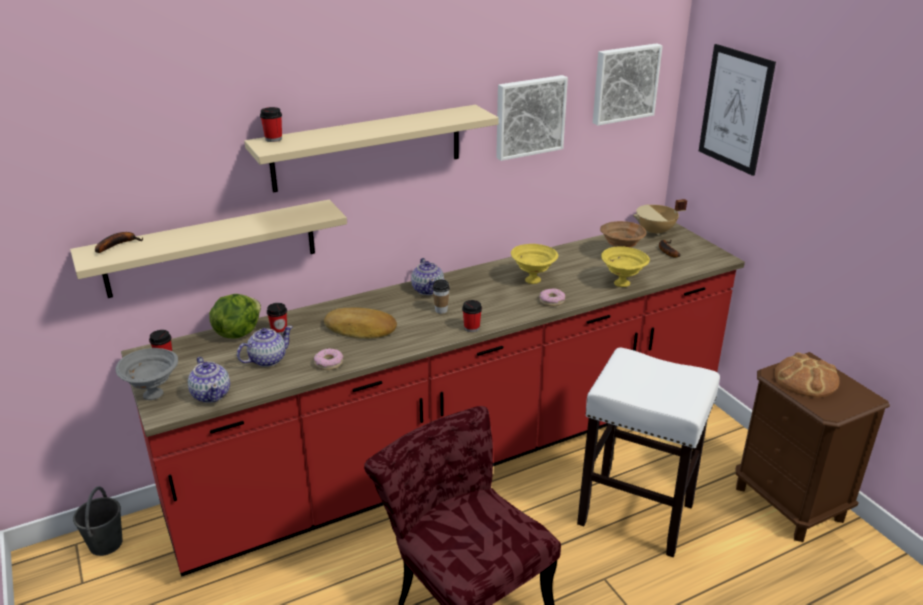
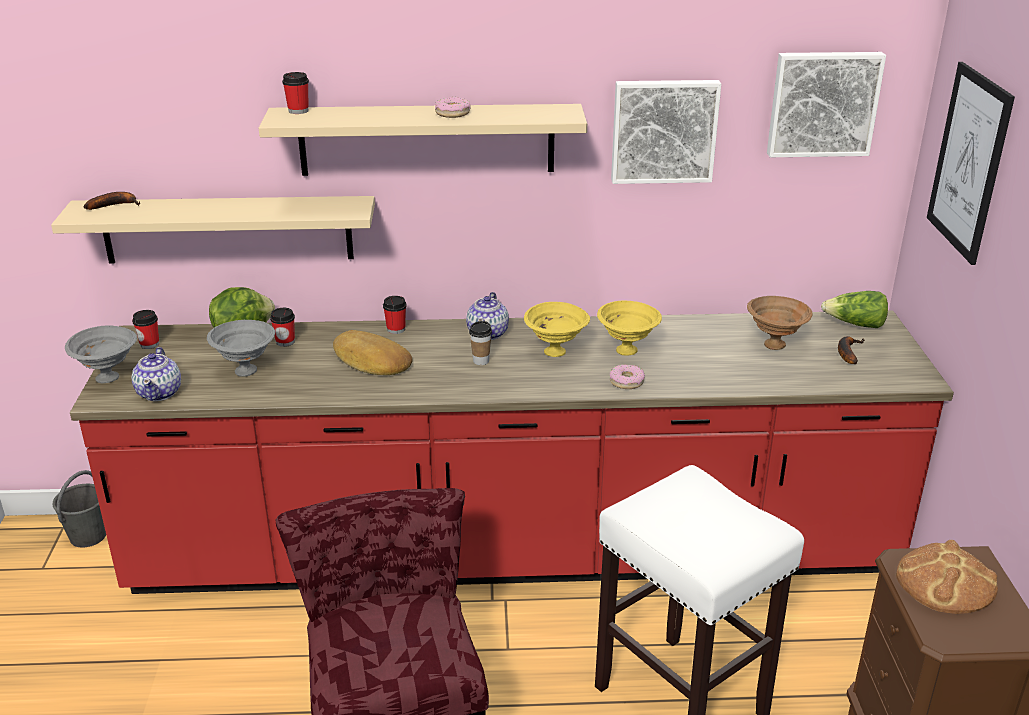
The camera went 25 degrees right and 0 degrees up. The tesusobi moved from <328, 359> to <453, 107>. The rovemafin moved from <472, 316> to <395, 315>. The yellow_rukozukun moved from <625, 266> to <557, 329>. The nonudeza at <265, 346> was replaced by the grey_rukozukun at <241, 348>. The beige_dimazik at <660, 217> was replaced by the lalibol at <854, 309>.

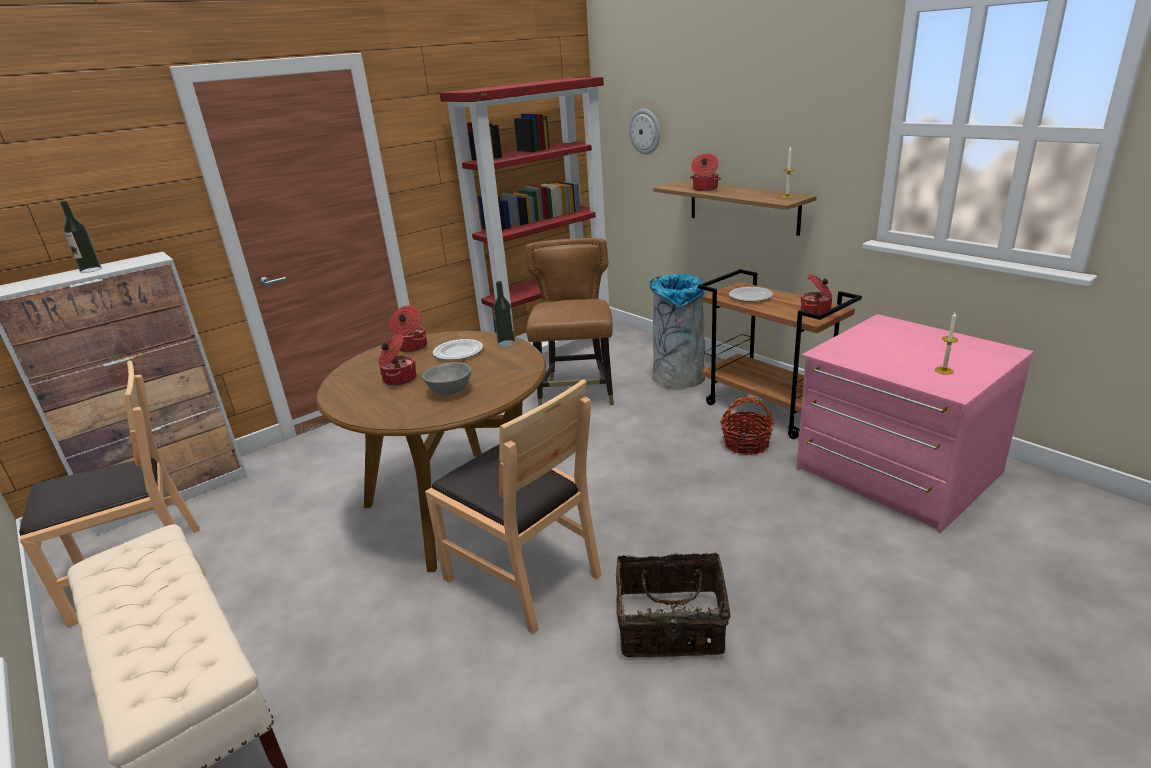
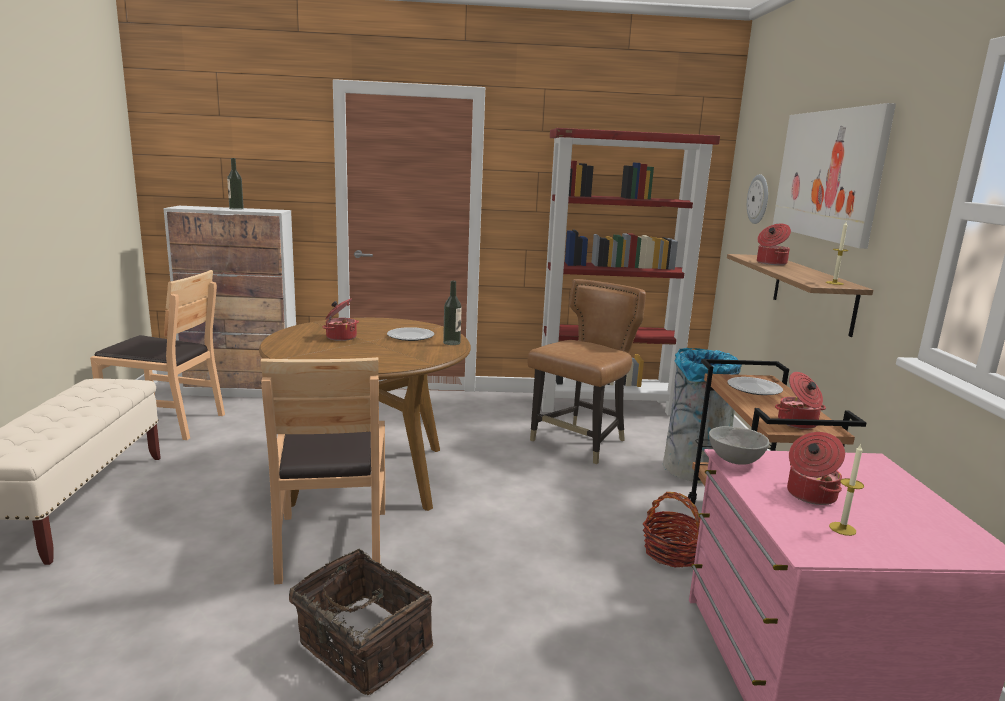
The camera went 35 degrees right and 10 degrees down. The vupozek at <834, 176> appeared. The dimazik moved from <408, 328> to <816, 468>. The grey_rukozukun moved from <447, 378> to <739, 445>.

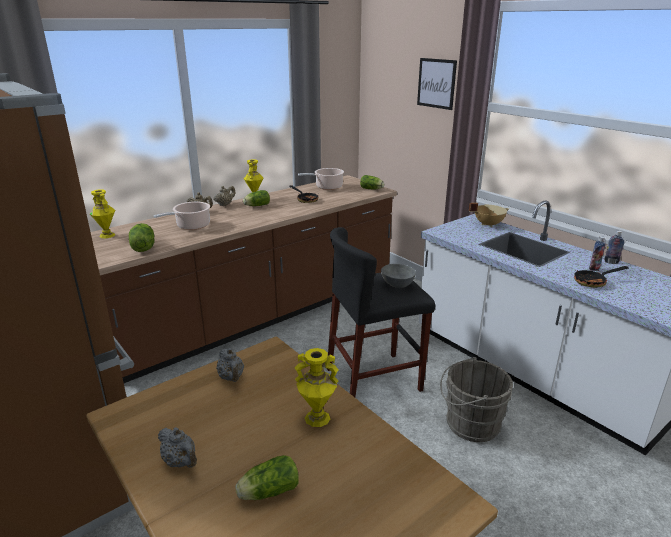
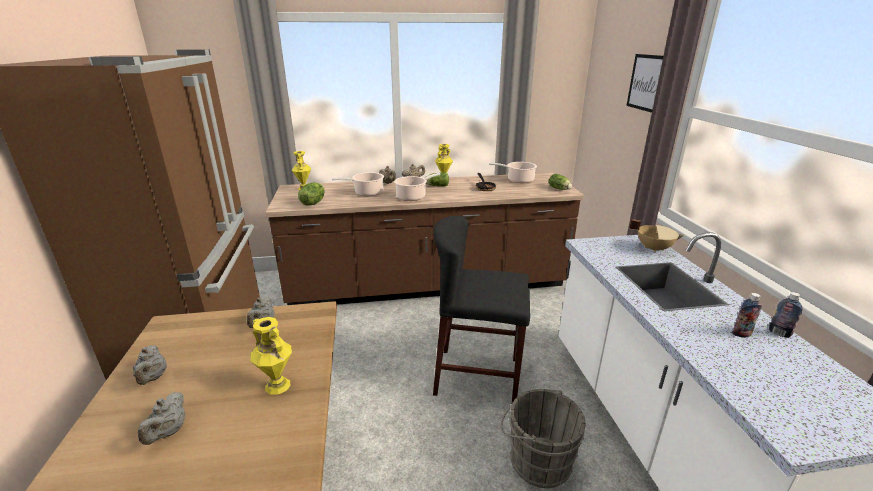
The camera went 30 degrees right and 0 degrees up. The grey_rukozukun at <398, 276> disappeared. The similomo at <601, 277> disappeared. The dimazik at <417, 187> appeared. The lalibol at <267, 477> was replaced by the grey_nonudeza at <161, 418>.

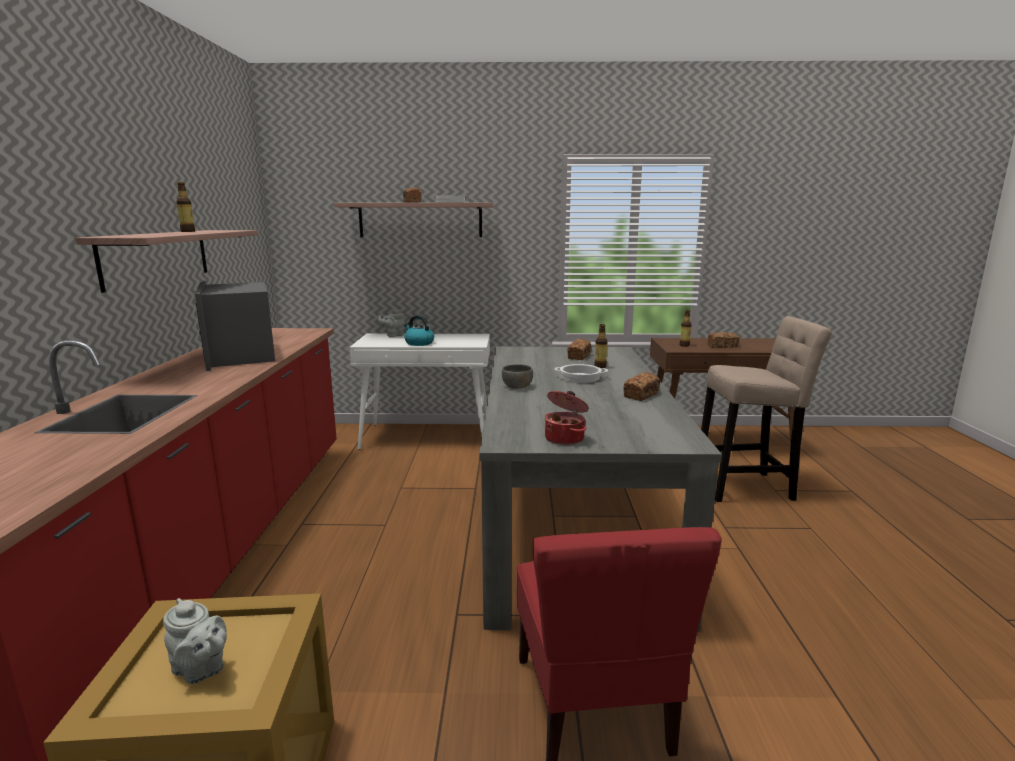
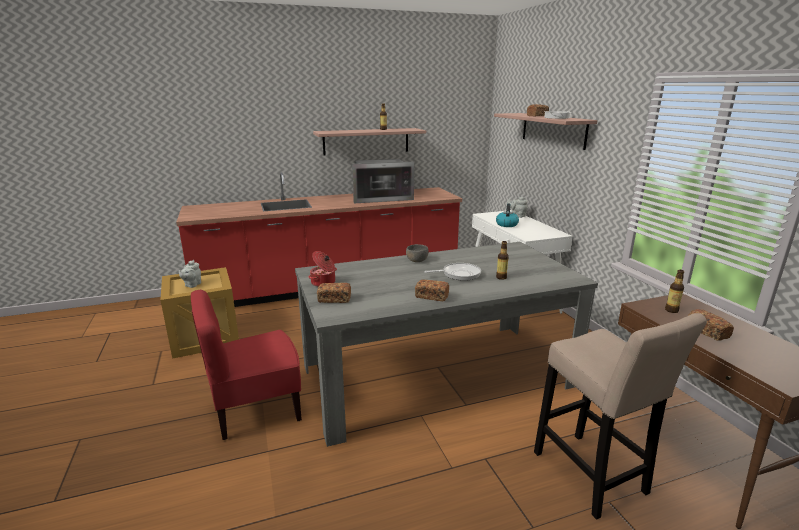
The camera went 70 degrees right and 5 degrees up. The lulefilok moved from <579, 349> to <334, 293>. The dimazik at <581, 373> was replaced by the similomo at <452, 272>. The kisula at <235, 326> turned 150 degrees counterclockwise.

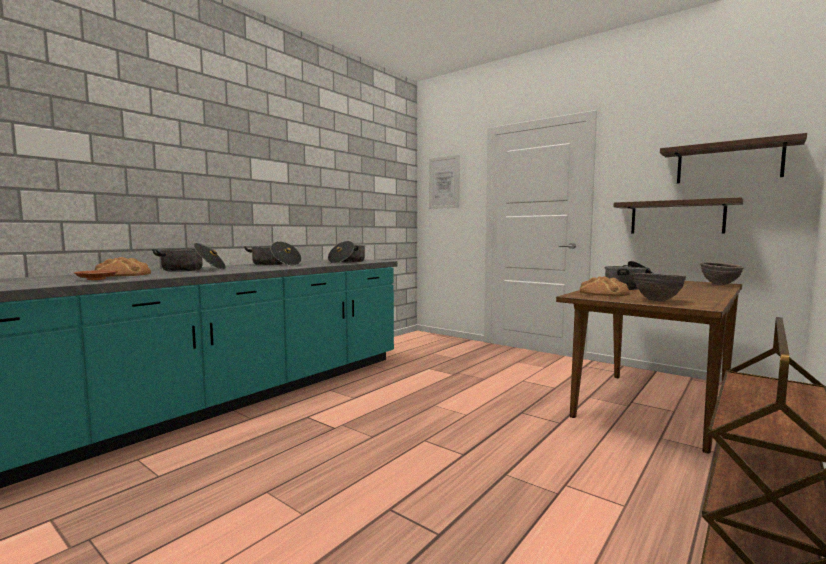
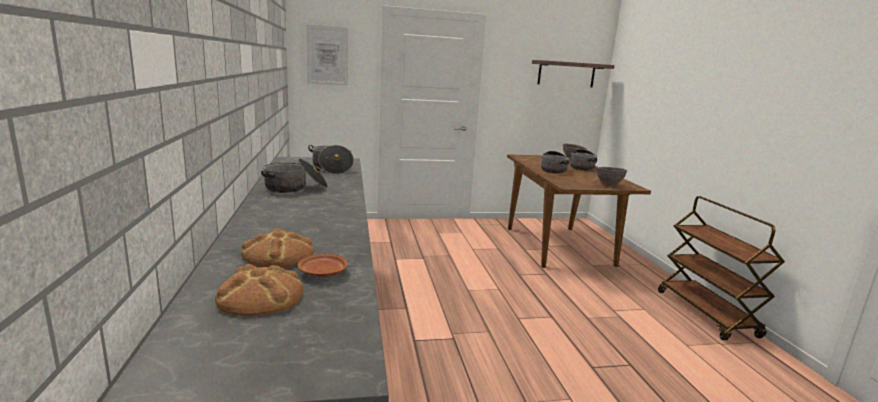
The camera went 50 degrees left and 10 degrees up. The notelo at <678, 215> disappeared. The dimazik moved from <189, 257> to <583, 160>. The lulefilok moved from <605, 286> to <259, 290>.

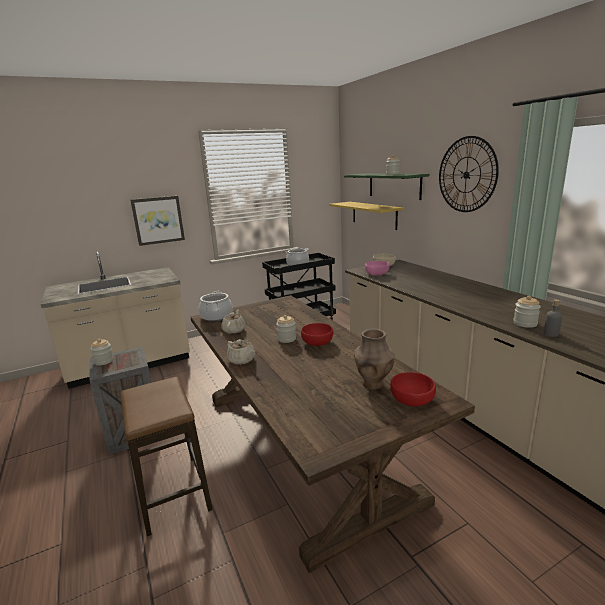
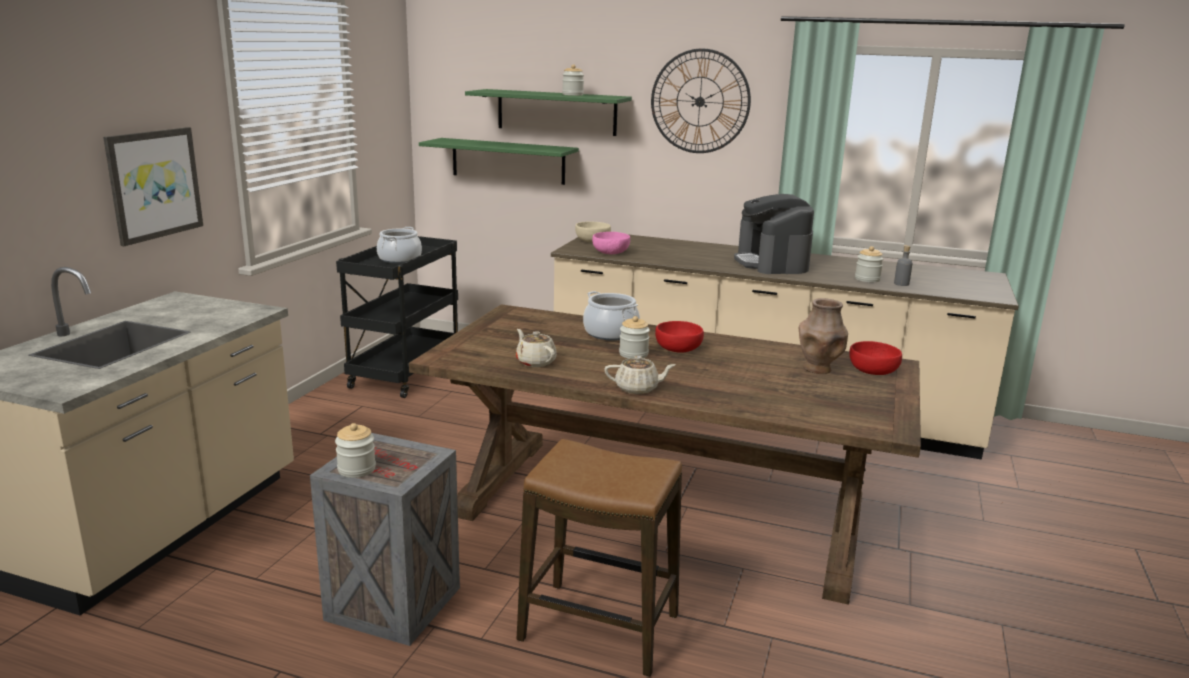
The camera went 45 degrees left and 0 degrees up. The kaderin at <774, 234> appeared. The dimazik moved from <216, 306> to <611, 316>. The yellow_notelo at <366, 216> became the green_notelo at <499, 161>.

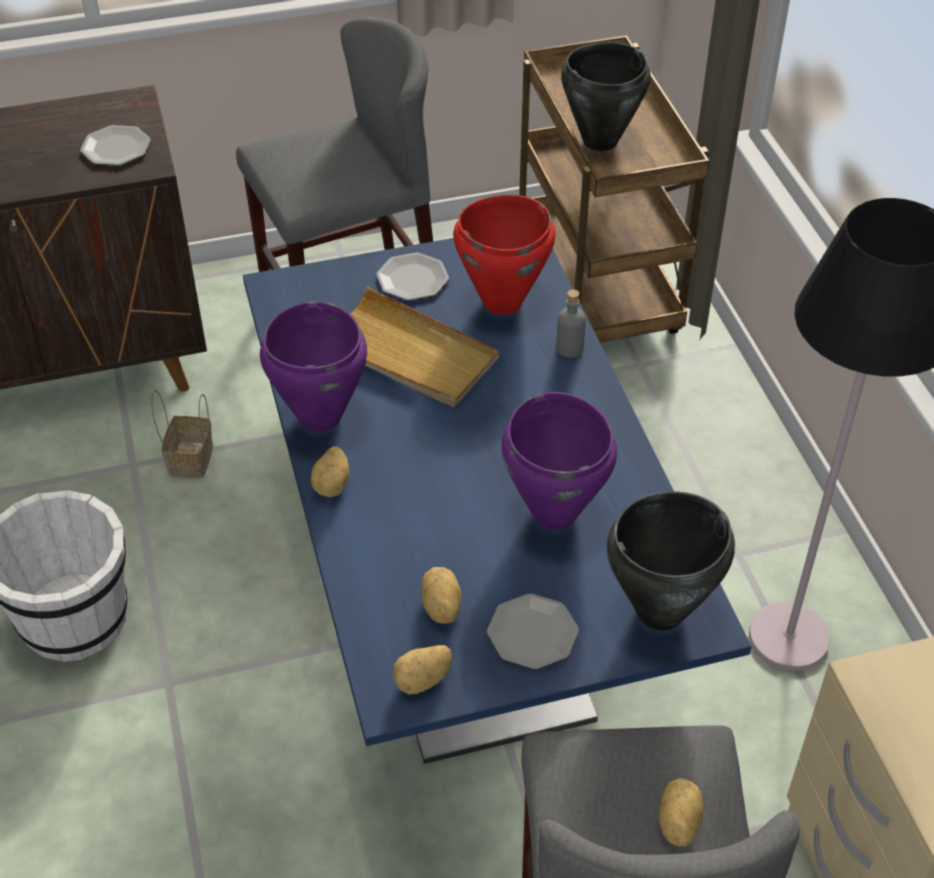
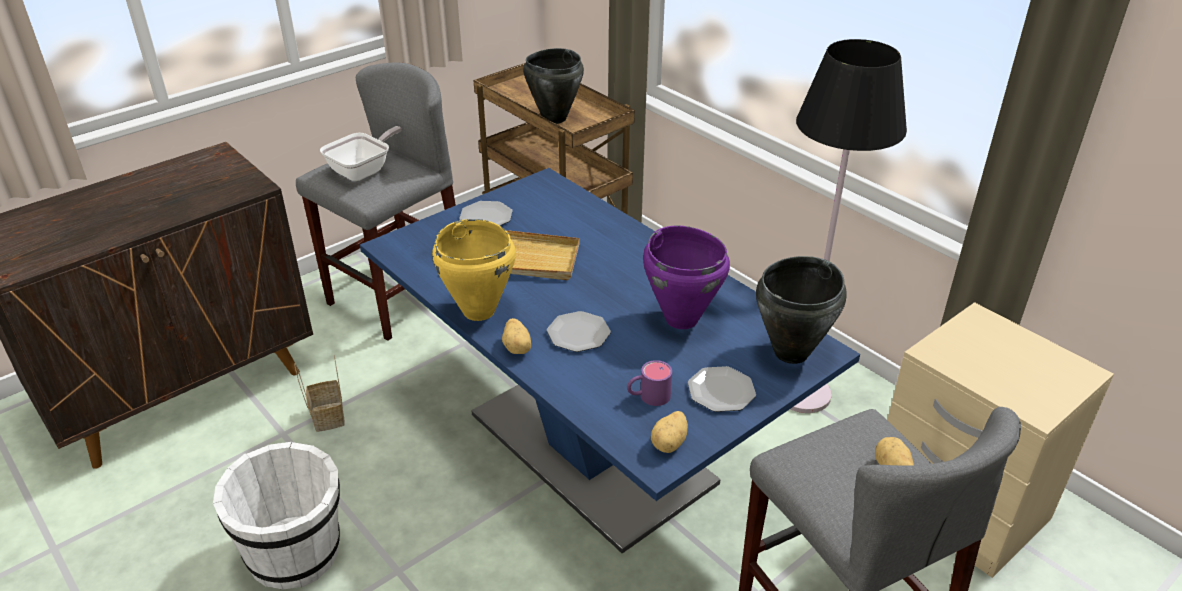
The camera went 25 degrees left and 10 degrees down. The red_dimazik at <504, 255> disappeared. The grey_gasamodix at <571, 323> disappeared. The similomo at <360, 153> appeared. The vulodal moved from <115, 145> to <579, 331>. The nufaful at <441, 595> was replaced by the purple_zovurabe at <649, 383>. The purple_dimazik at <313, 366> became the yellow_dimazik at <474, 270>.

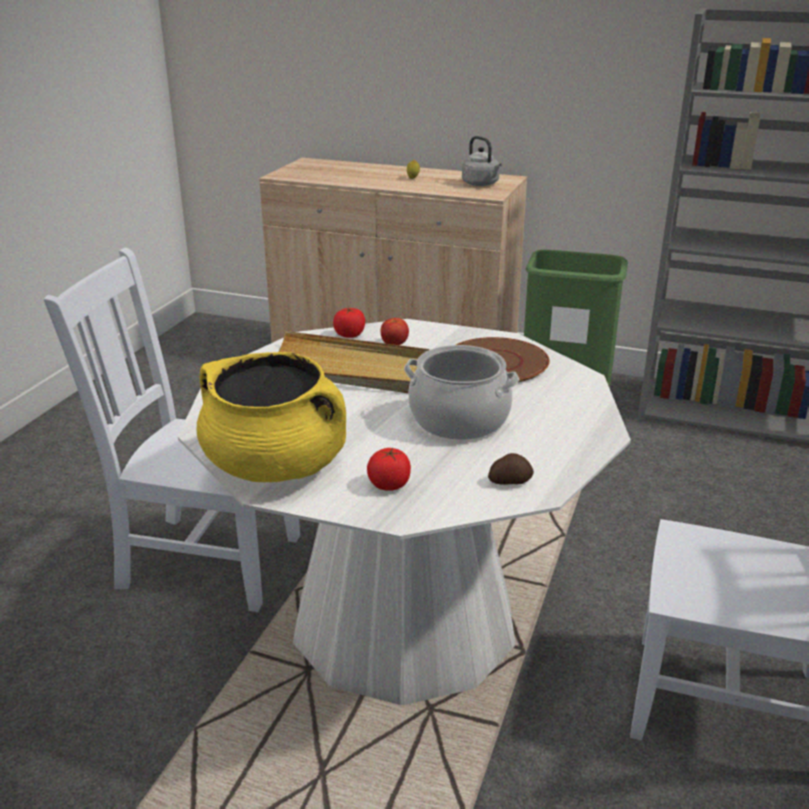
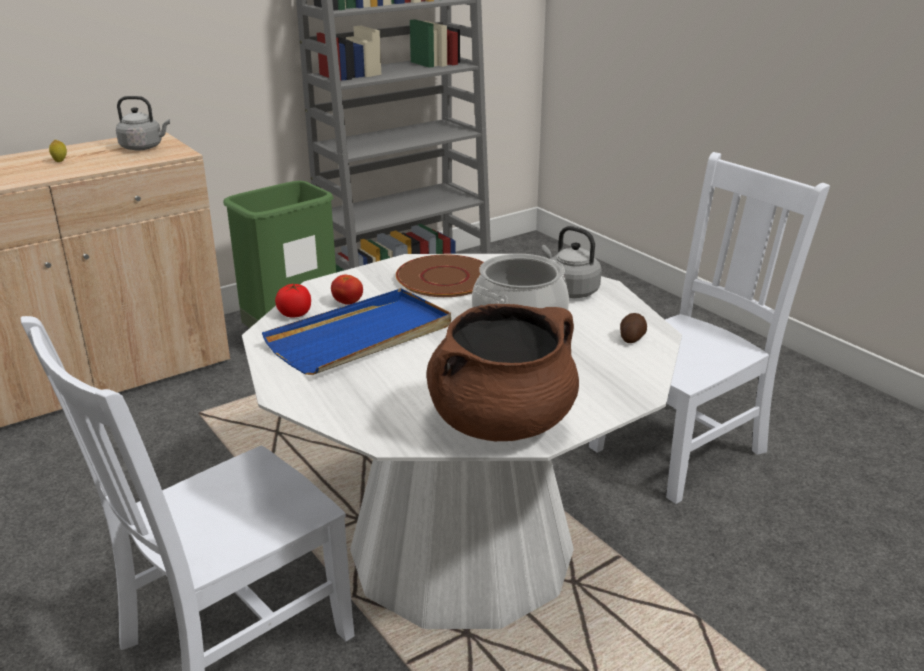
The camera went 55 degrees left and 0 degrees up. The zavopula at <389, 469> disappeared. The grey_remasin at <572, 262> appeared. The yellow_dimazik at <271, 417> became the brown_dimazik at <502, 372>. The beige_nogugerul at <354, 362> became the blue_nogugerul at <356, 331>.

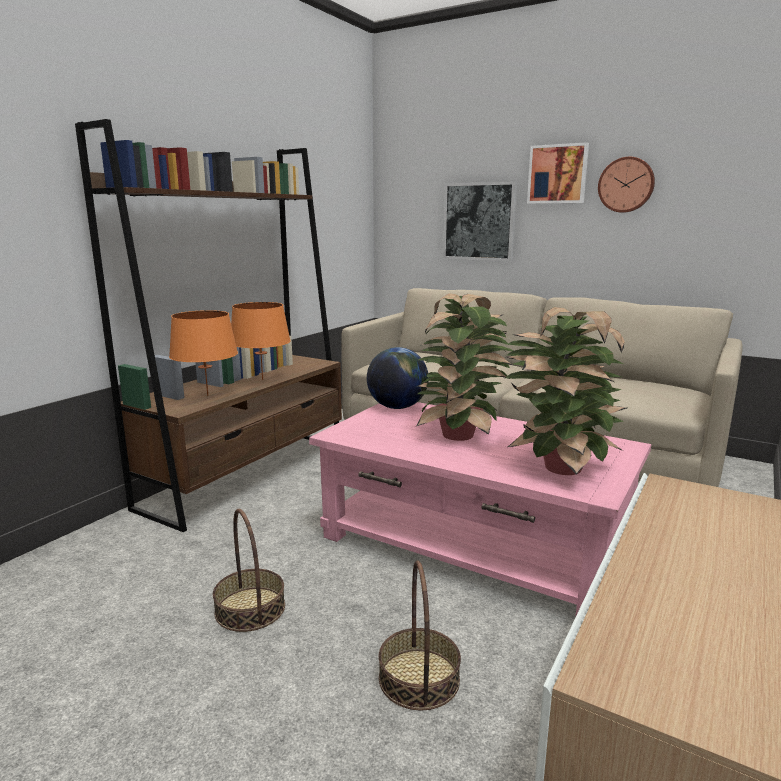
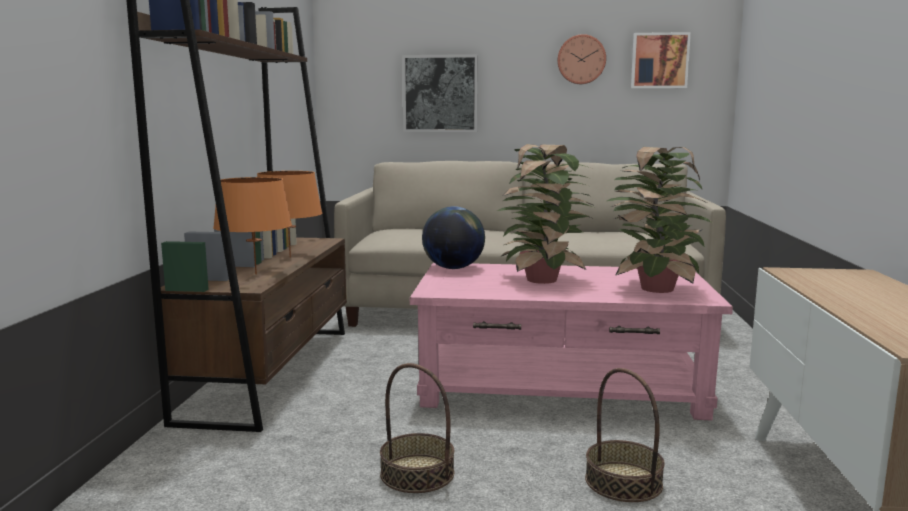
The camera went 25 degrees left and 5 degrees down. The vupozek moved from <558, 173> to <661, 60>.

